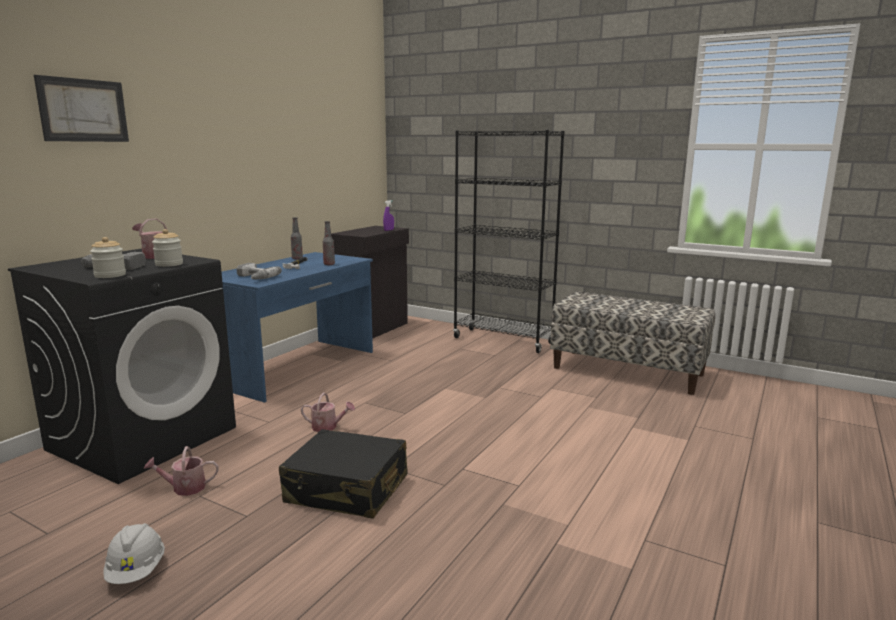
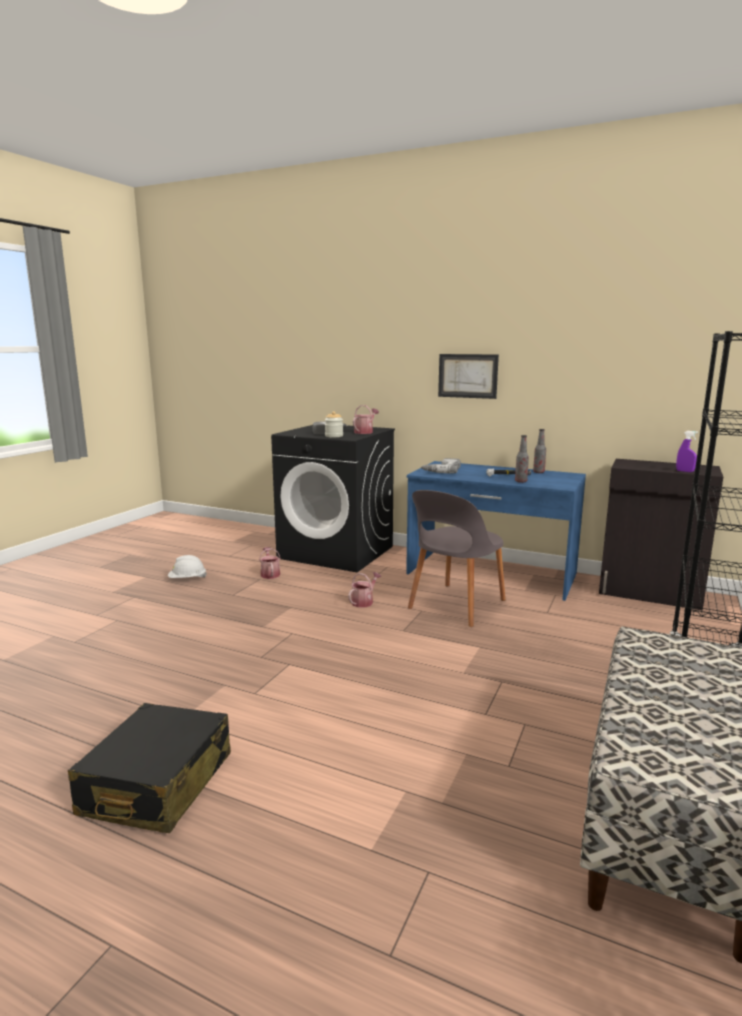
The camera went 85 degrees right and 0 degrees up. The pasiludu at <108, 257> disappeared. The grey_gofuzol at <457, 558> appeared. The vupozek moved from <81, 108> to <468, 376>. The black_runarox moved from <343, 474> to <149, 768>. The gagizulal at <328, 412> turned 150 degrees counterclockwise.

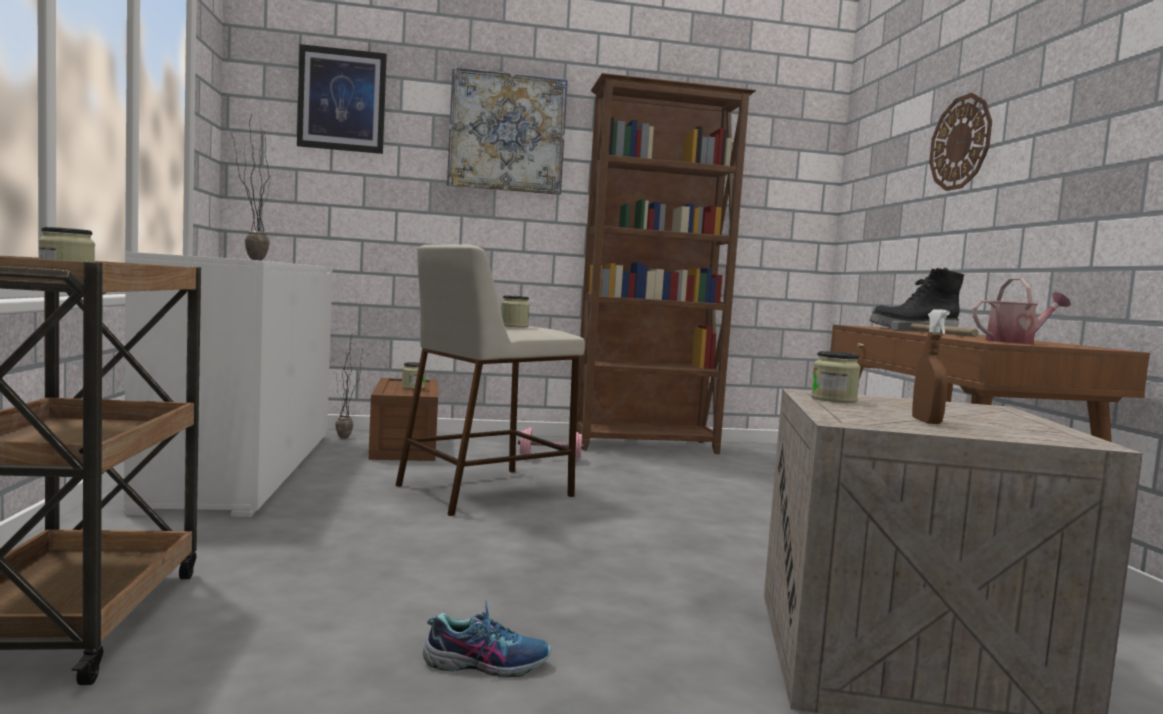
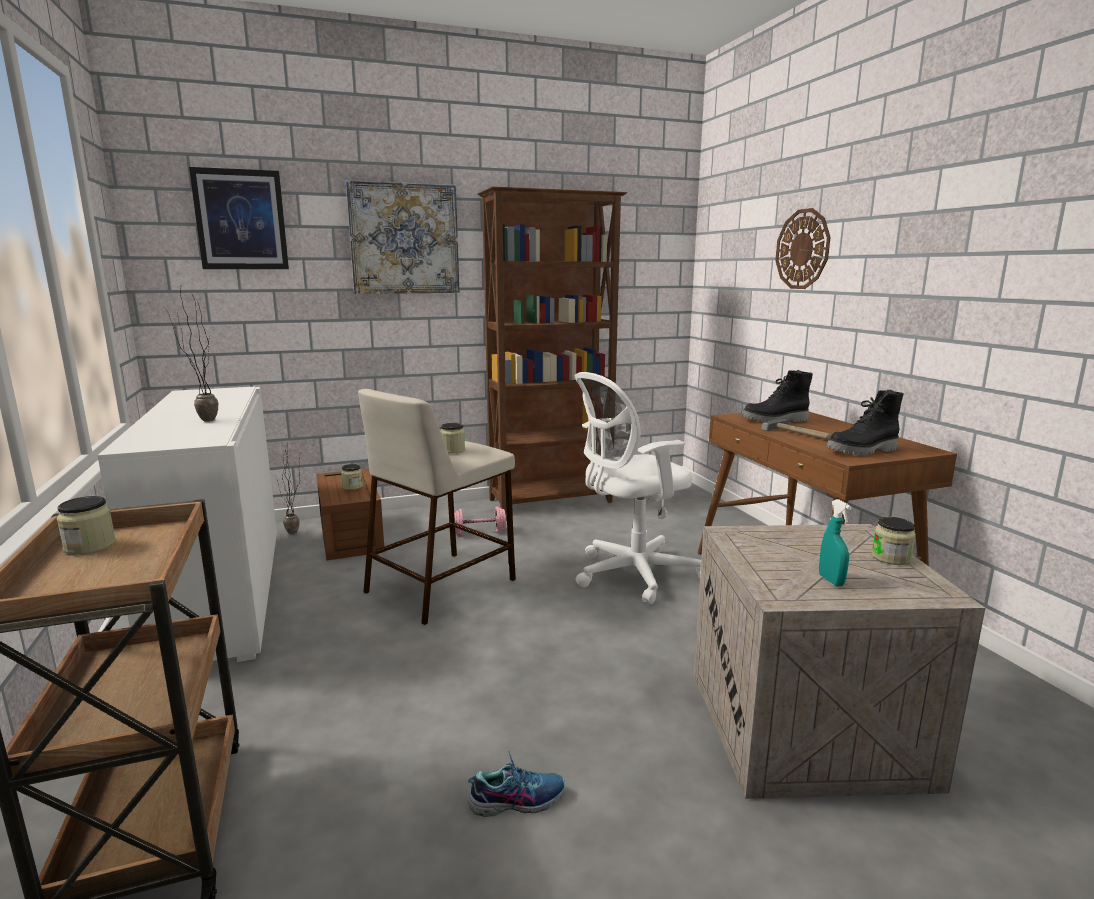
The camera went 10 degrees left and 10 degrees up. The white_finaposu at <638, 488> appeared. The pasiludu moved from <836, 377> to <894, 541>. The gagizulal at <1021, 311> was replaced by the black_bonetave at <865, 422>. The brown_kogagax at <931, 367> became the turquoise_kogagax at <835, 542>.

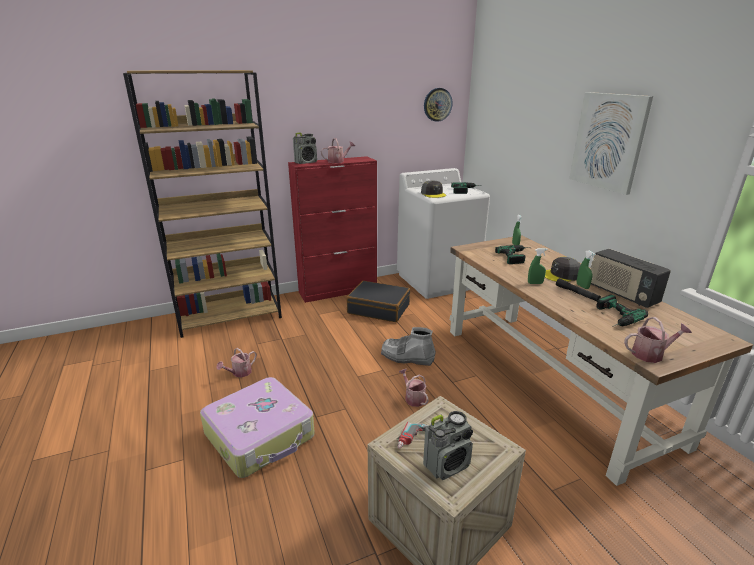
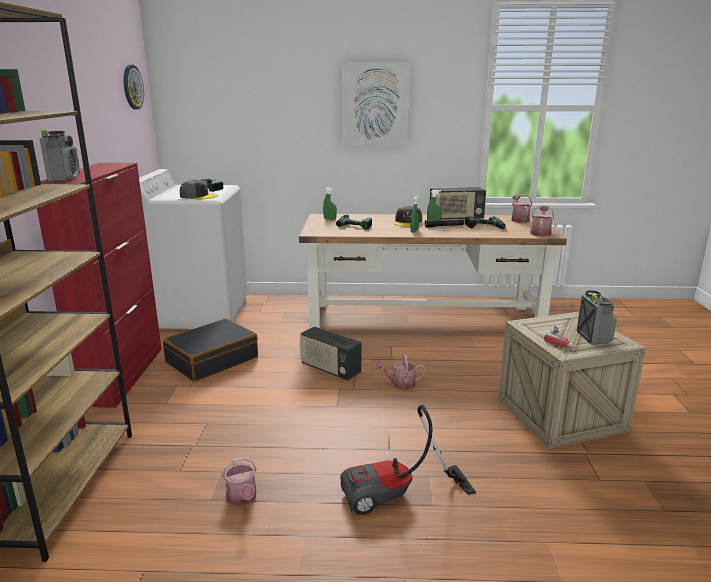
The camera went 65 degrees left and 5 degrees down. The gagizulal moved from <338, 150> to <521, 208>. The runarox at <257, 427> was replaced by the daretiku at <408, 460>. The grey_bonetave at <408, 346> was replaced by the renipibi at <331, 353>.

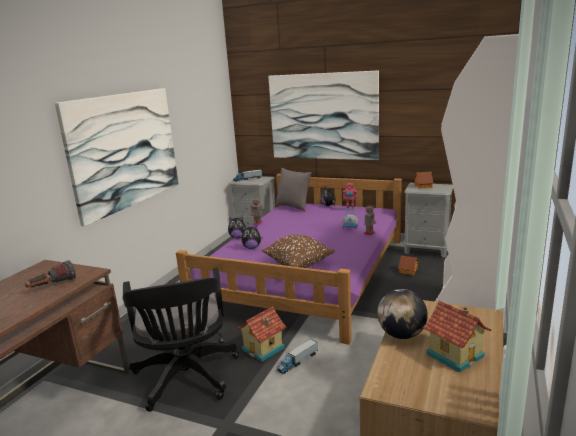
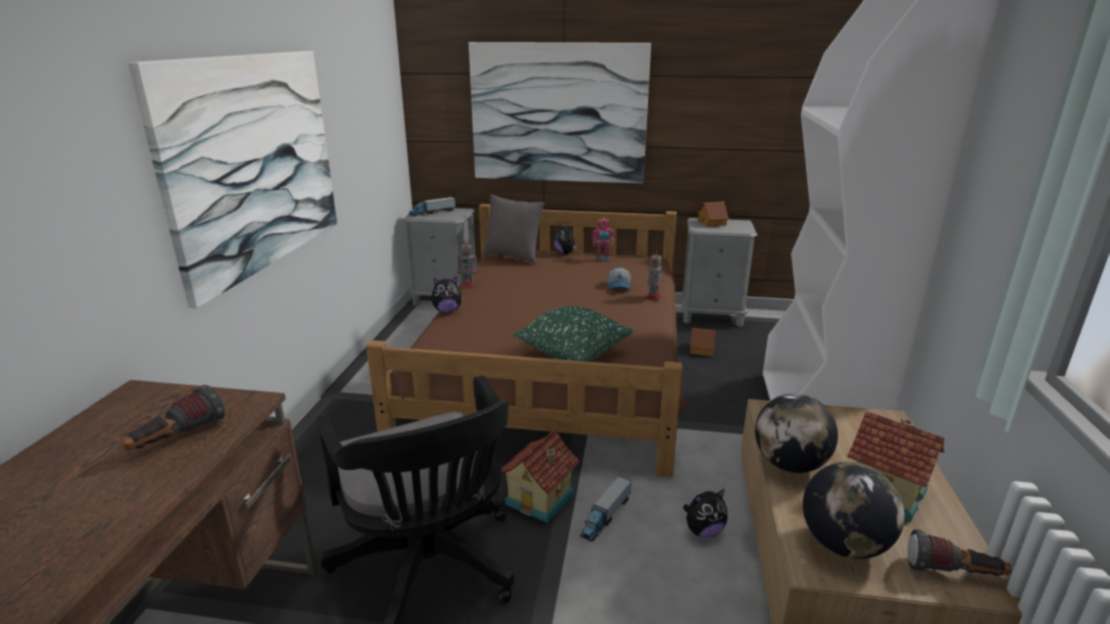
The camera went 15 degrees left and 5 degrees up. The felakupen at <854, 510> appeared. The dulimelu at <959, 552> appeared. The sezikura moved from <252, 237> to <705, 513>. The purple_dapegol at <289, 259> became the brown_dapegol at <527, 340>. The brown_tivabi at <298, 251> became the green_tivabi at <573, 334>.

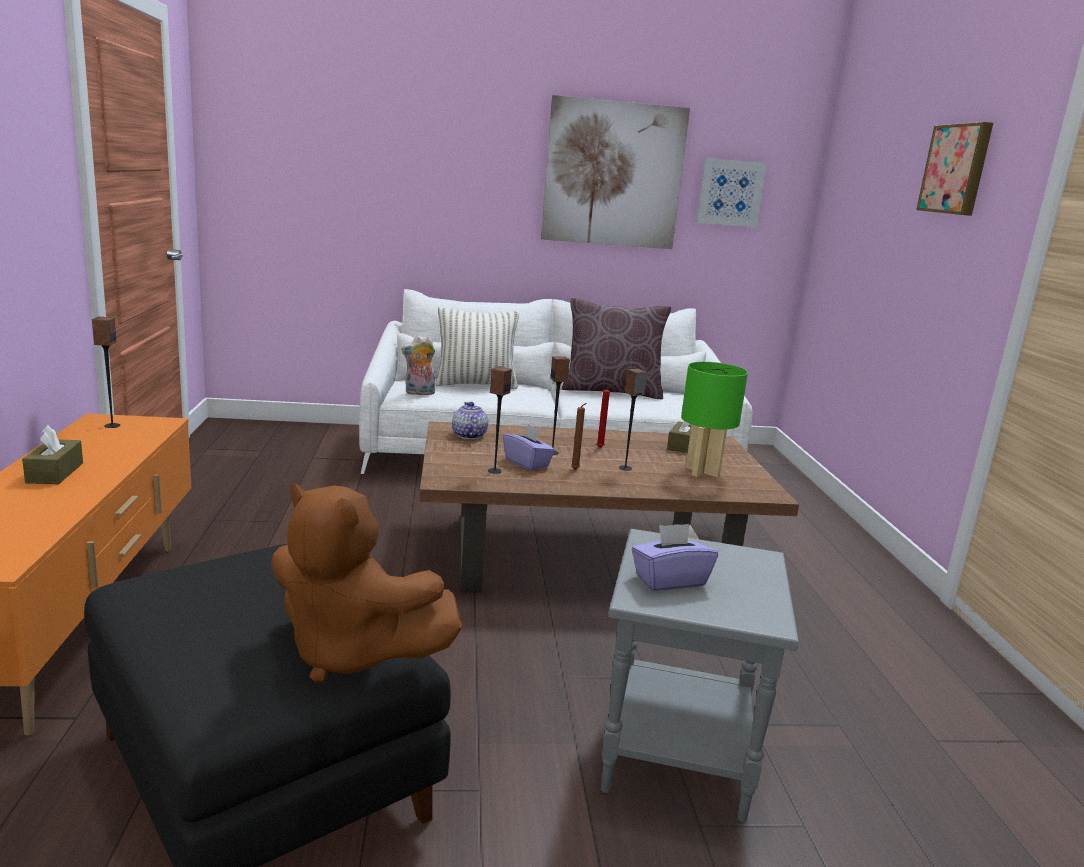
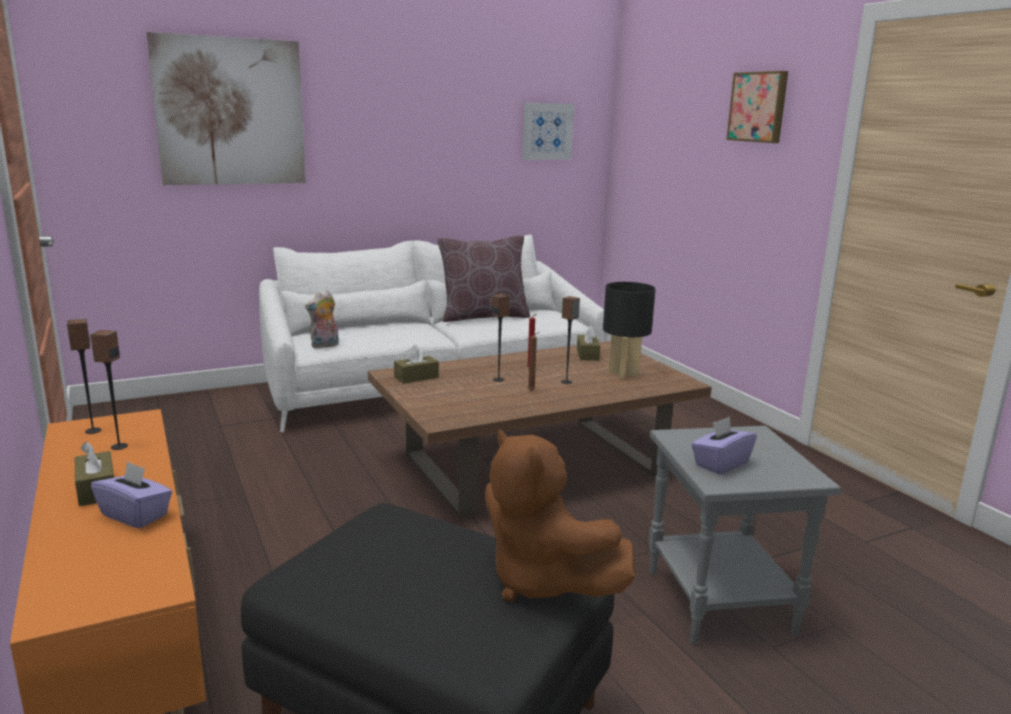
The camera went 20 degrees left and 0 degrees up. The tivabi at <477, 348> disappeared. The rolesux moved from <500, 420> to <109, 390>. The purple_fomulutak moved from <529, 447> to <131, 494>. The vupozek moved from <615, 172> to <226, 108>. The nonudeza at <470, 420> was replaced by the brown_fomulutak at <416, 364>. The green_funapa at <714, 420> became the black_funapa at <629, 330>. The brown_sezikura at <366, 583> turned 45 degrees clockwise.

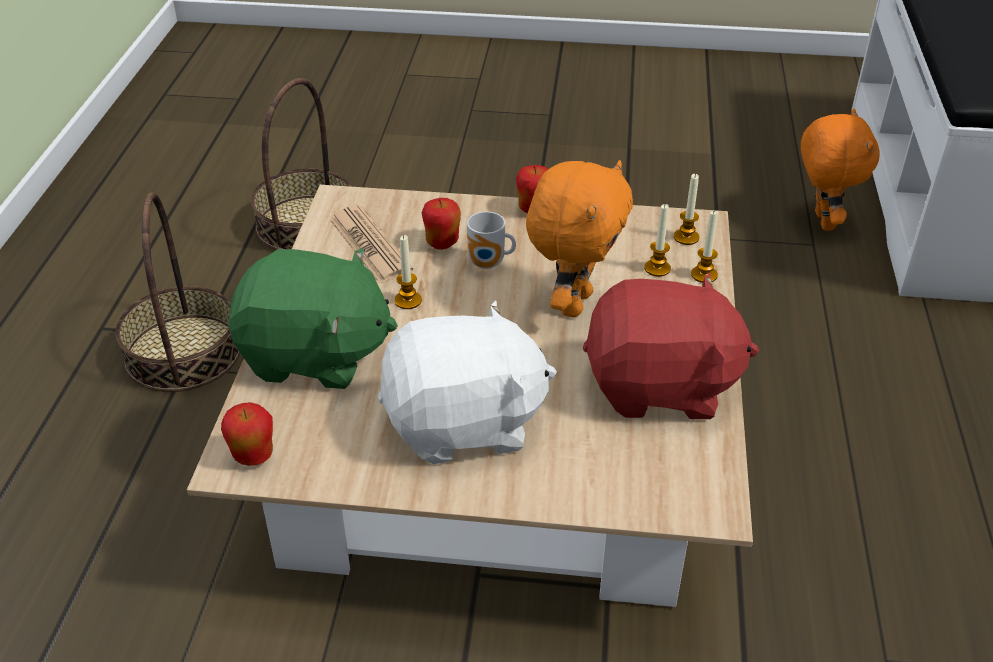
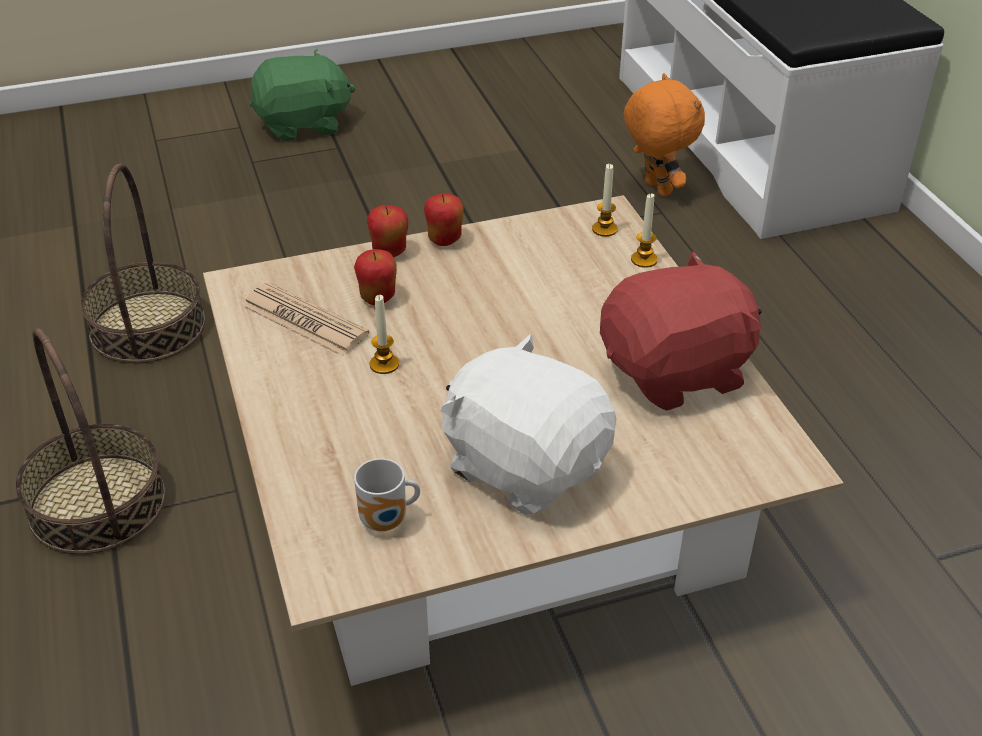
The camera went 25 degrees left and 0 degrees up. The orange_sezikura at <579, 239> disappeared. The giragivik at <657, 240> disappeared. The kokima moved from <247, 434> to <387, 231>. The green_sezikura moved from <313, 318> to <303, 95>. The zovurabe moved from <491, 240> to <387, 494>. The white_sezikura at <467, 382> turned 105 degrees counterclockwise.

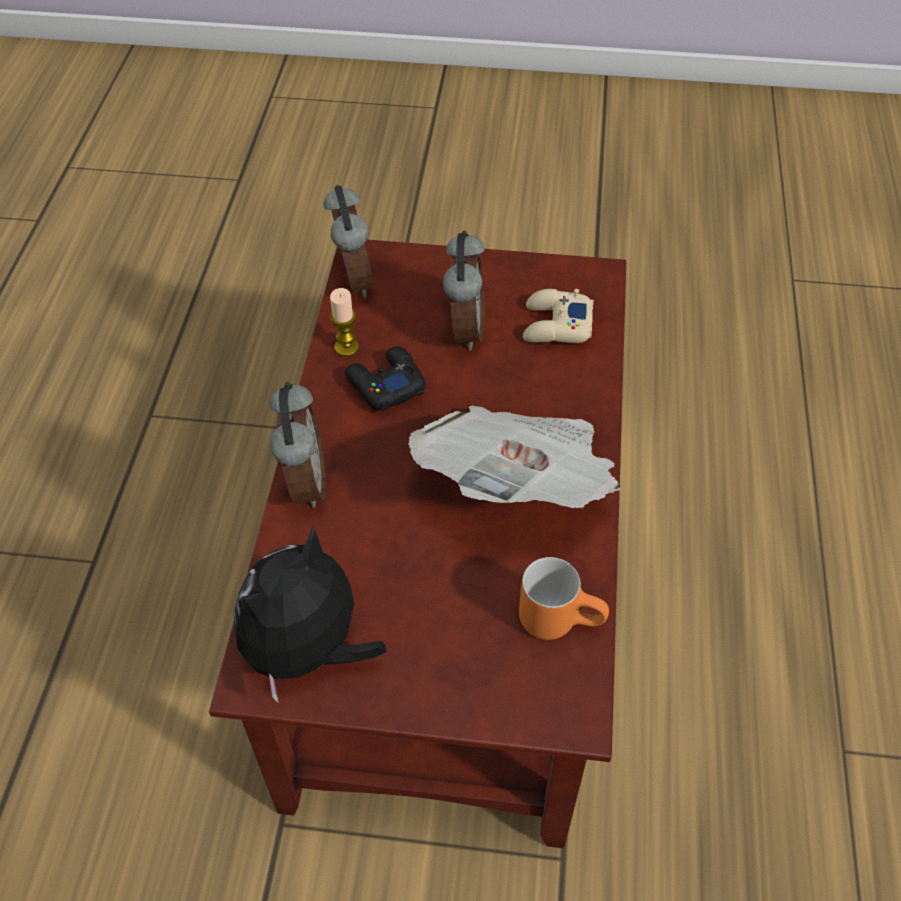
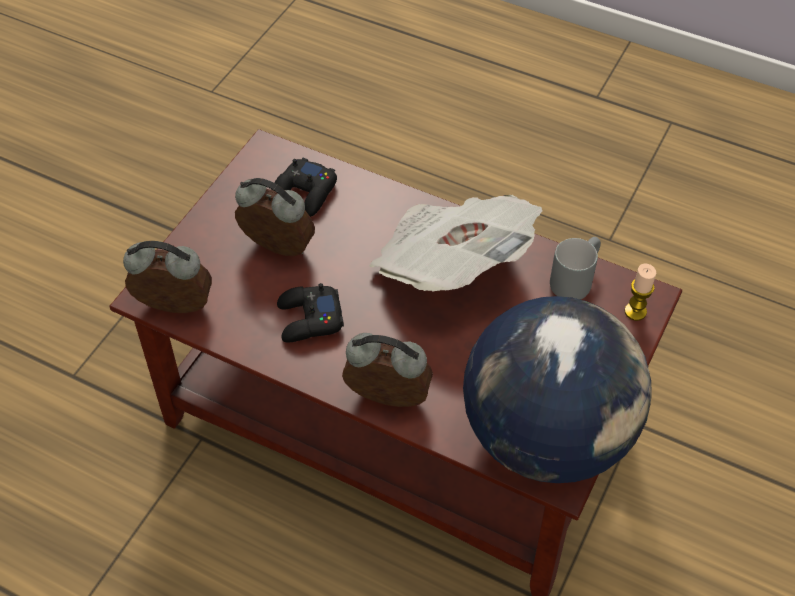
The camera went 70 degrees left and 0 degrees up. The giragivik moved from <344, 322> to <640, 292>. The sezikura at <309, 613> was replaced by the felakupen at <557, 389>. The orange_zovurabe at <564, 598> became the grey_zovurabe at <575, 268>. The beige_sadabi at <558, 316> became the black_sadabi at <306, 187>.

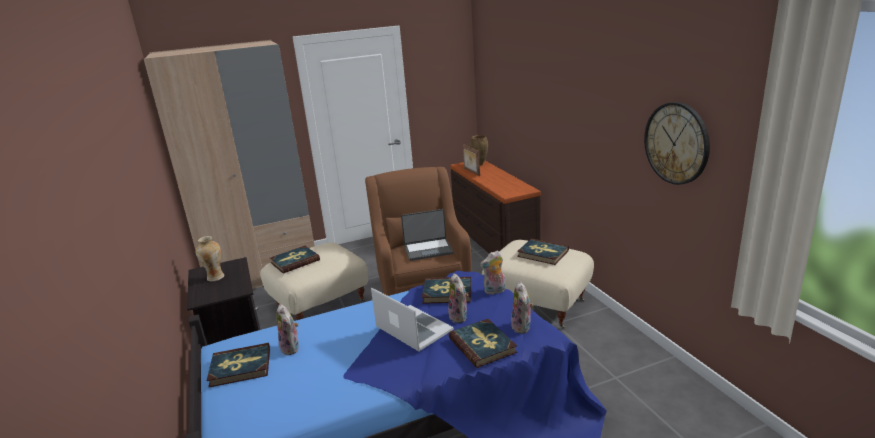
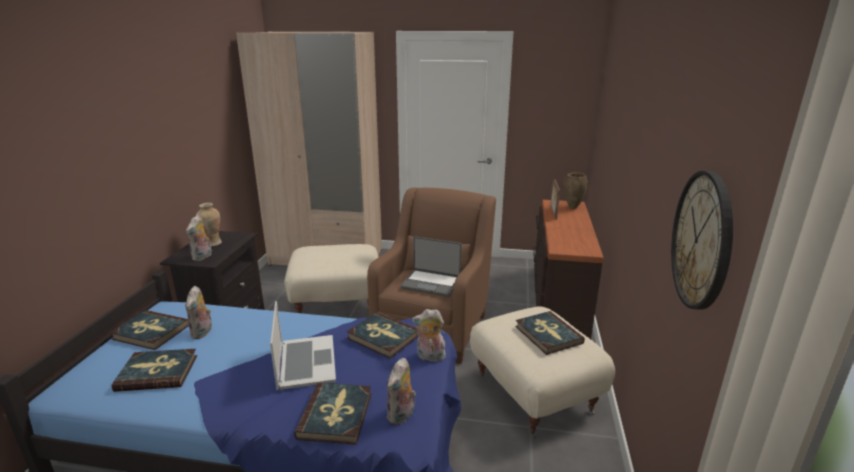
The camera went 30 degrees right and 0 degrees up. The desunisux moved from <295, 260> to <154, 370>. The sezikura moved from <458, 298> to <199, 238>.

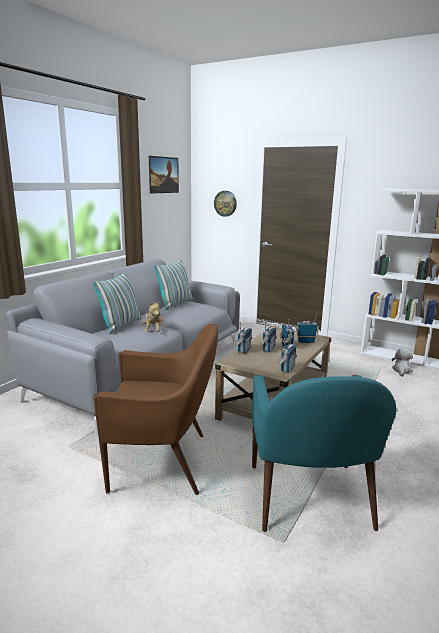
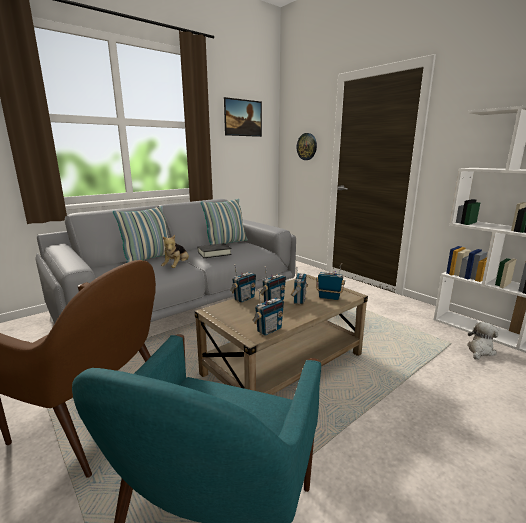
The camera went 20 degrees right and 0 degrees up. The black_desunisux at <215, 250> appeared.

